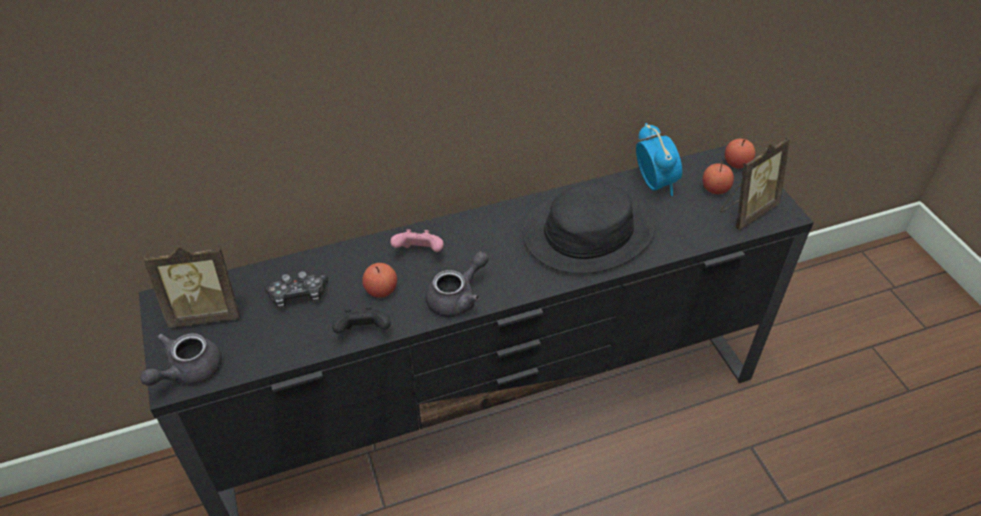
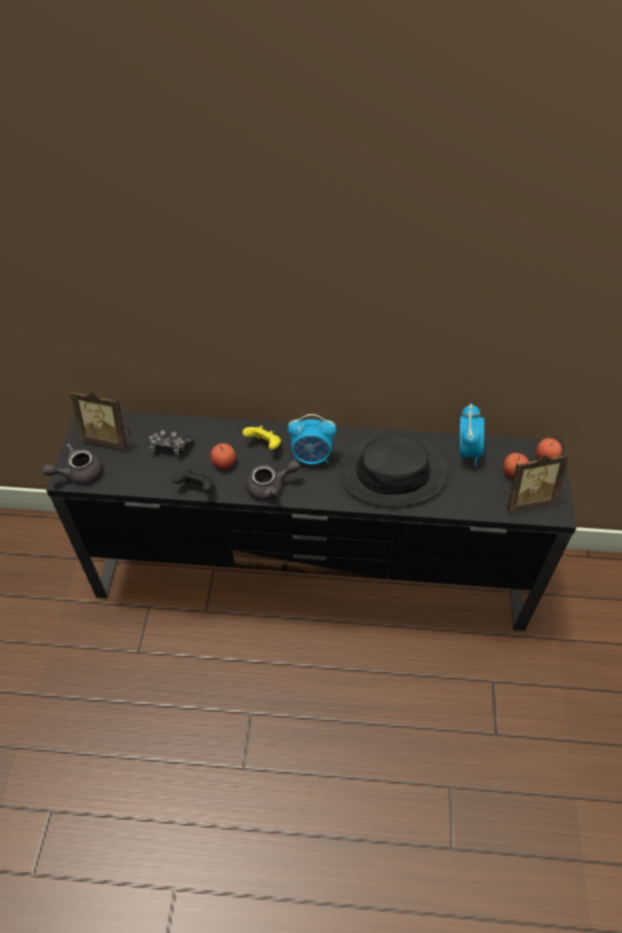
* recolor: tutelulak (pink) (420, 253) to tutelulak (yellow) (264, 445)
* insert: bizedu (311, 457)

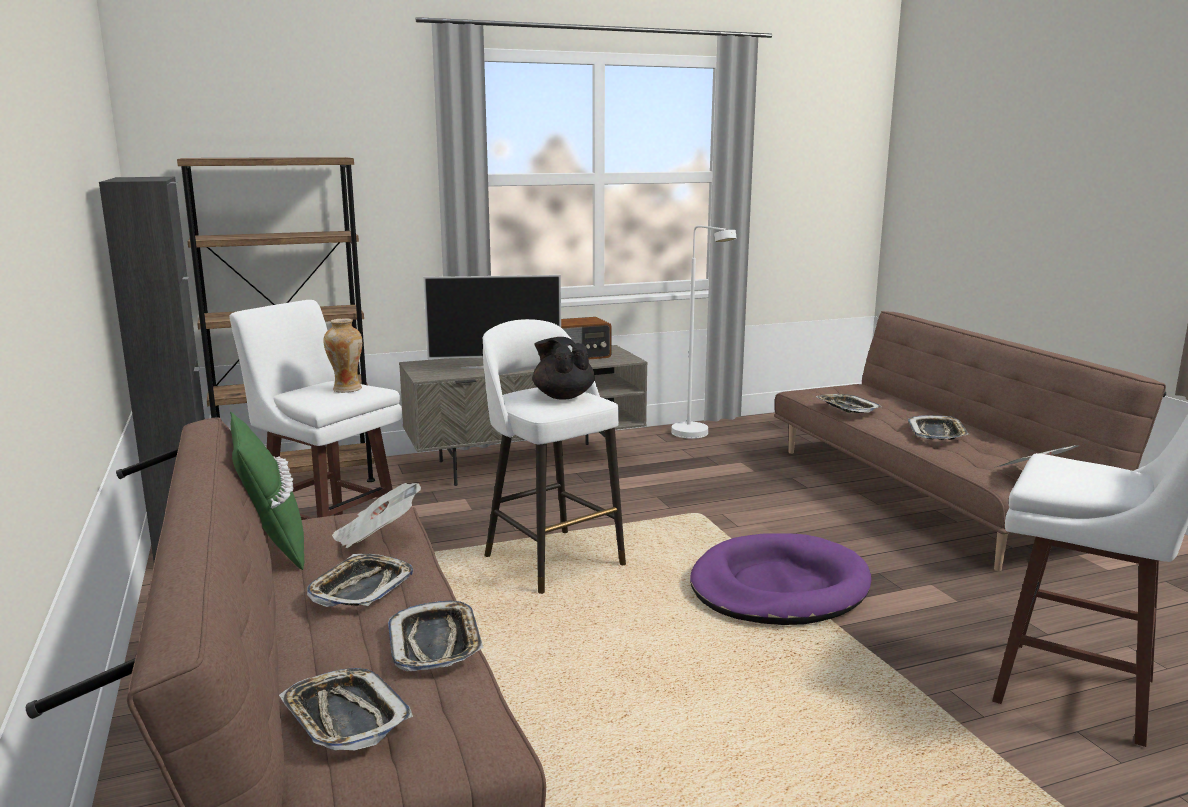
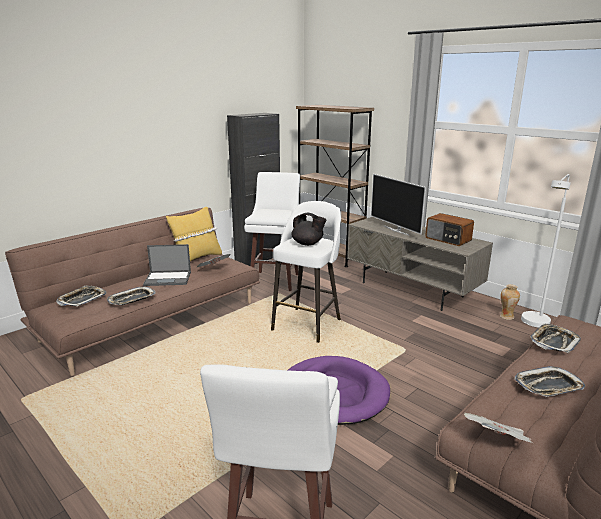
* recolor: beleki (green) (272, 546) to beleki (yellow) (197, 258)
* replace: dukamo (361, 588) to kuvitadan (168, 278)
* move: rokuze (347, 389) to (506, 317)
* rotate: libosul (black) (563, 396) = (308, 244) 90 degrees clockwise

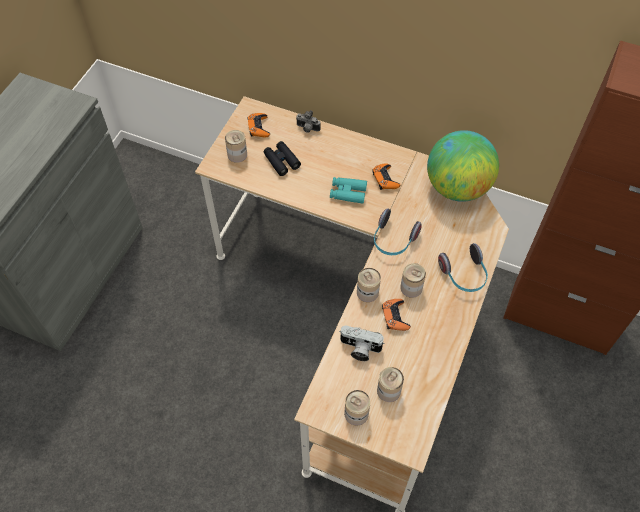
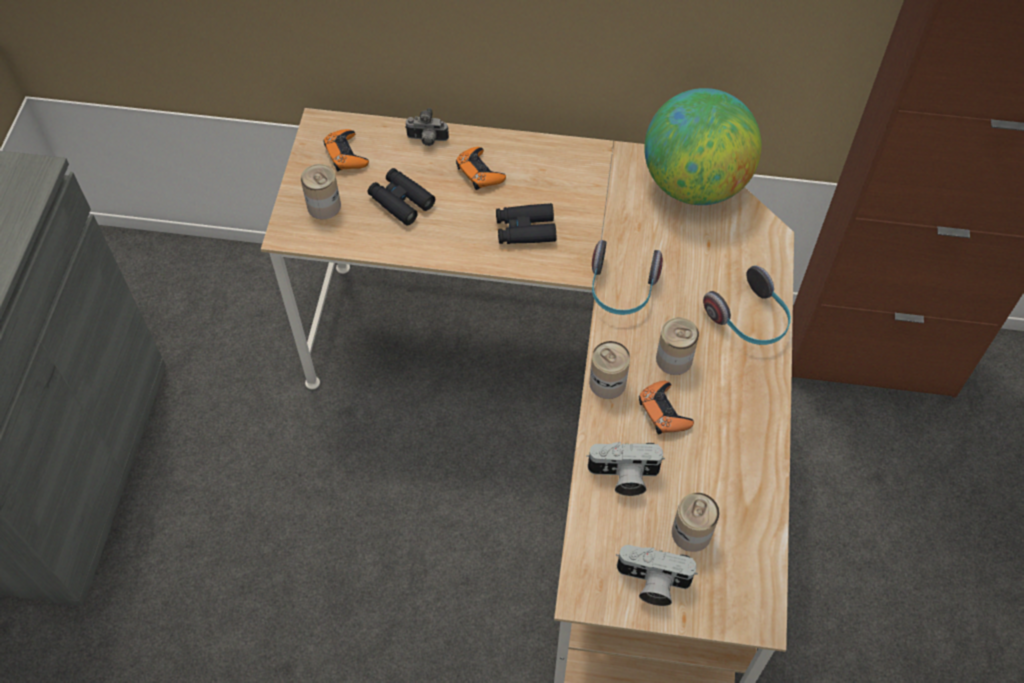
* recolor: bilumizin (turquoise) (348, 193) to bilumizin (black) (525, 229)
* replace: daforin (356, 413) to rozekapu (652, 583)
* move: tutelulak (orange) (385, 179) to (479, 172)

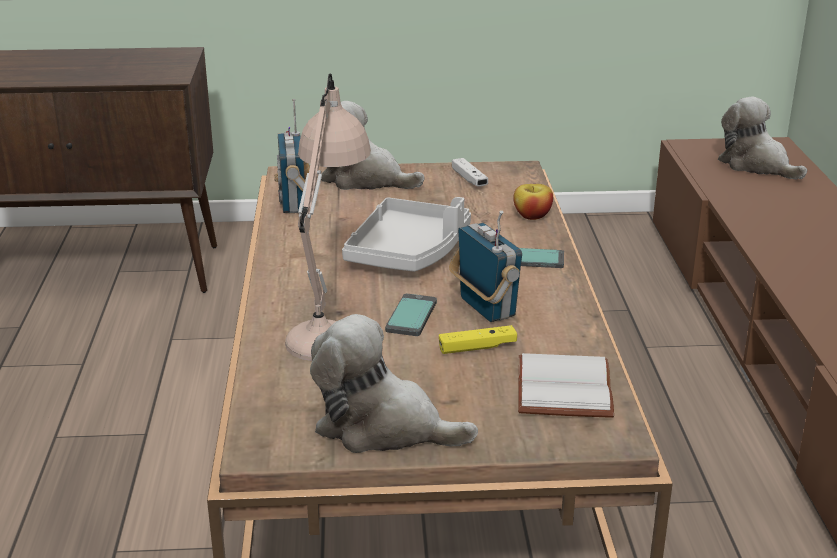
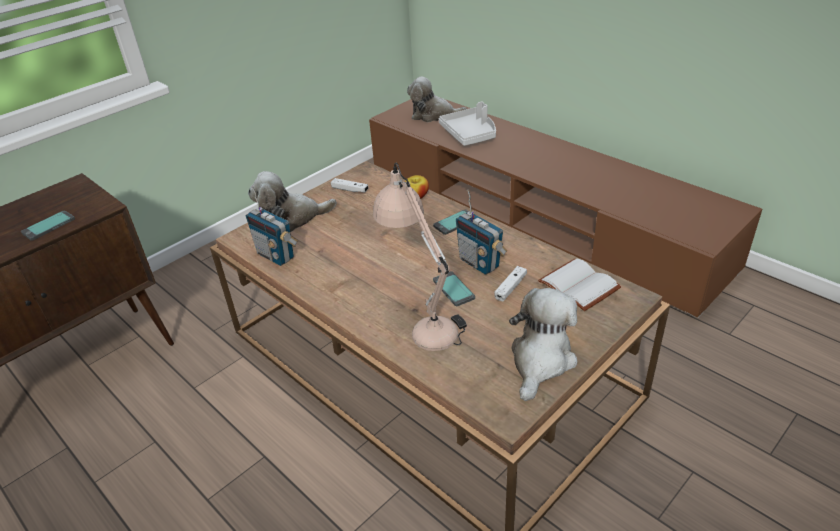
* rotate: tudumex (382, 427) = (541, 360) 135 degrees clockwise
* move: dukamo (grey) (409, 252) to (470, 134)
* recolor: tutelulak (yellow) (477, 347) to tutelulak (white) (510, 287)
* rotate: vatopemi (486, 308) = (479, 263) 150 degrees counterclockwise
* insert: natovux (49, 226)

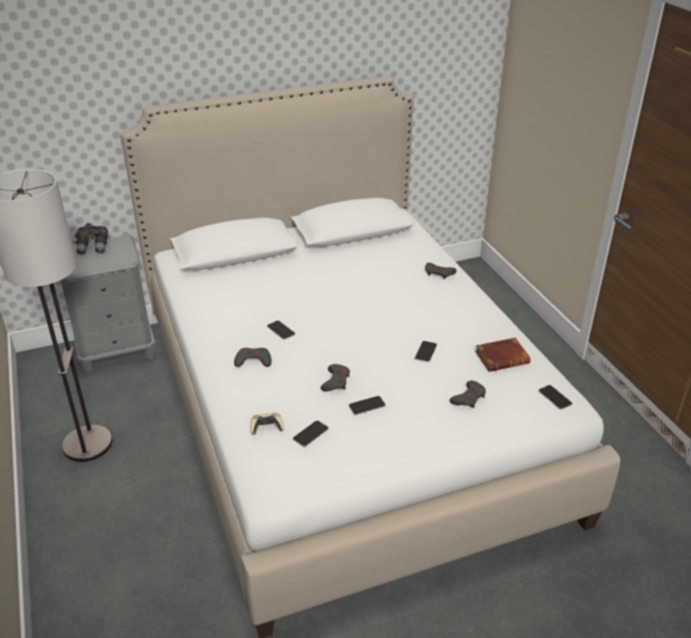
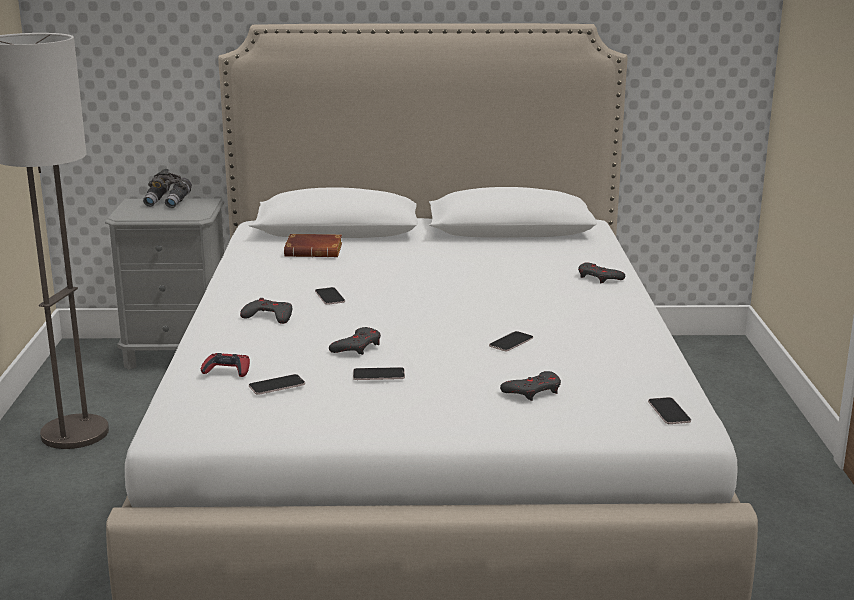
* recolor: tutelulak (beige) (266, 426) to tutelulak (red) (227, 370)
* move: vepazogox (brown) (502, 357) to (315, 251)

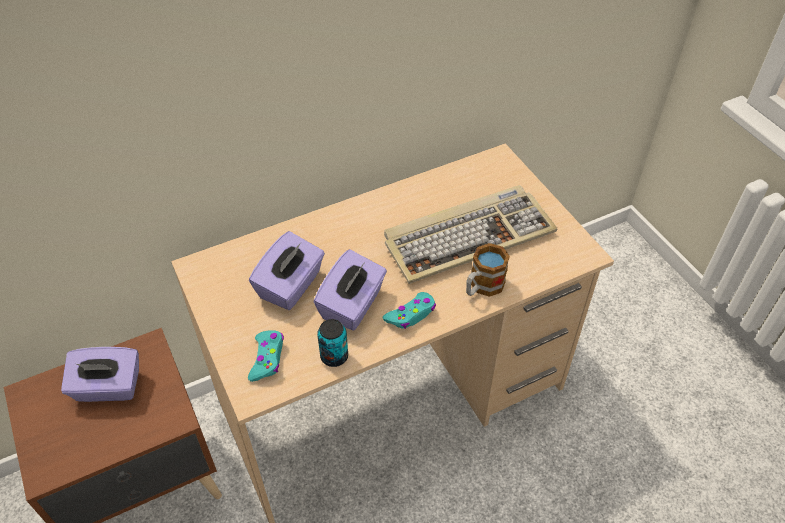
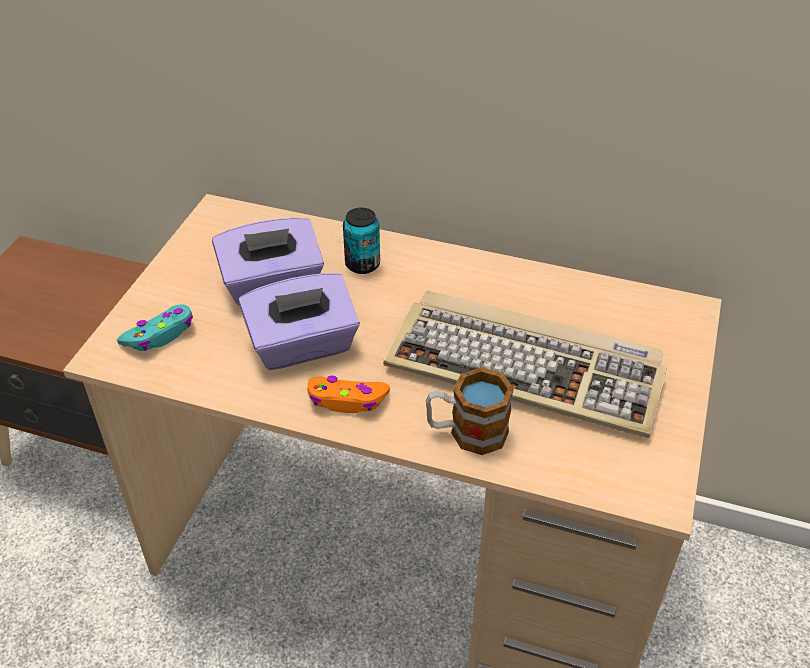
* delete: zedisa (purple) (108, 387)
* move: daforin (334, 356) to (362, 264)
* recolor: tutelulak (turquoise) (411, 315) to tutelulak (orange) (347, 400)

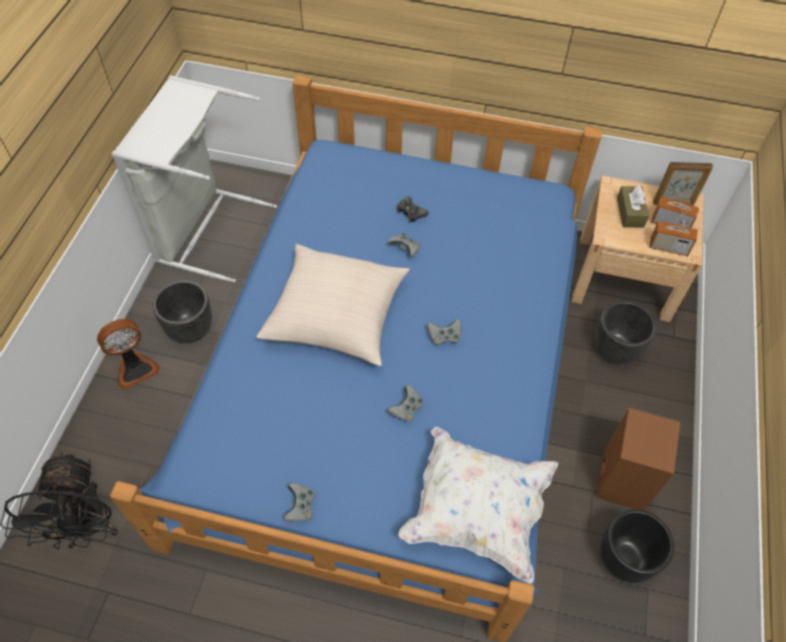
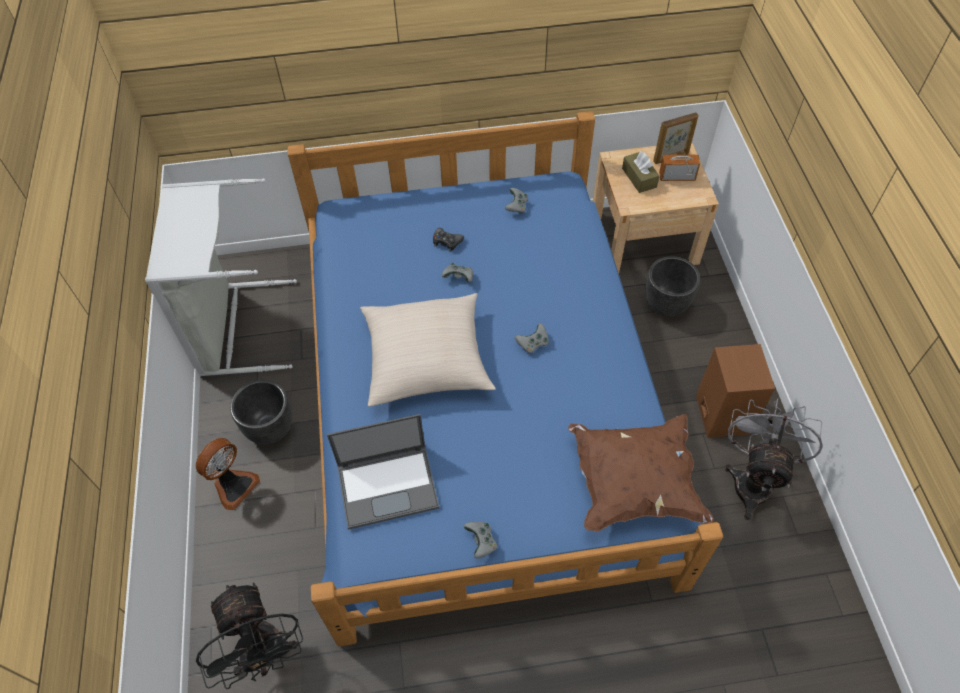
* move: tutelulak (grey) (406, 409) to (516, 207)
* recolor: beleki (white) (476, 511) to beleki (brown) (634, 483)
* replace: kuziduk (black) (623, 559) to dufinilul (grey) (753, 479)
* delete: vatopemi (668, 247)
* insert: kuvitadan (389, 485)

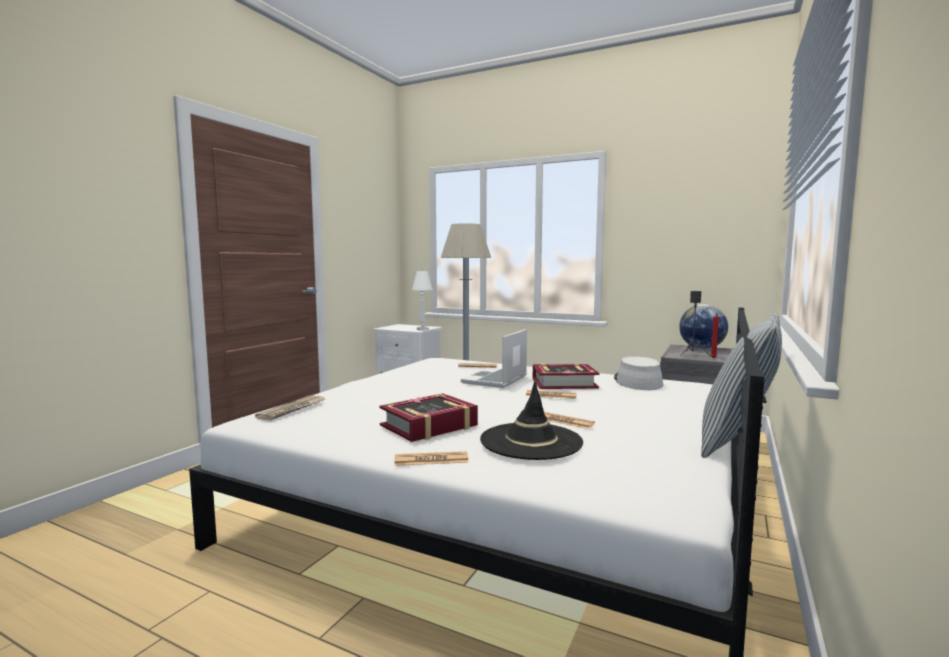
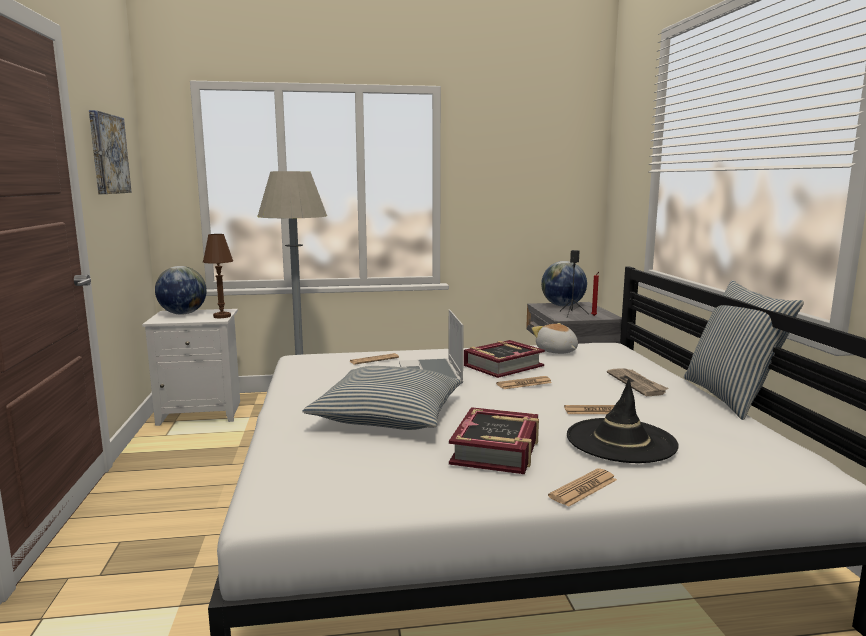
* move: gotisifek (292, 409) to (637, 384)
* recolor: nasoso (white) (422, 329) to nasoso (brown) (222, 316)
* replace: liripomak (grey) (637, 382) to tudumex (556, 351)
* insert: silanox (107, 154)
* insert: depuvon (183, 313)
* insert: beleki (388, 414)

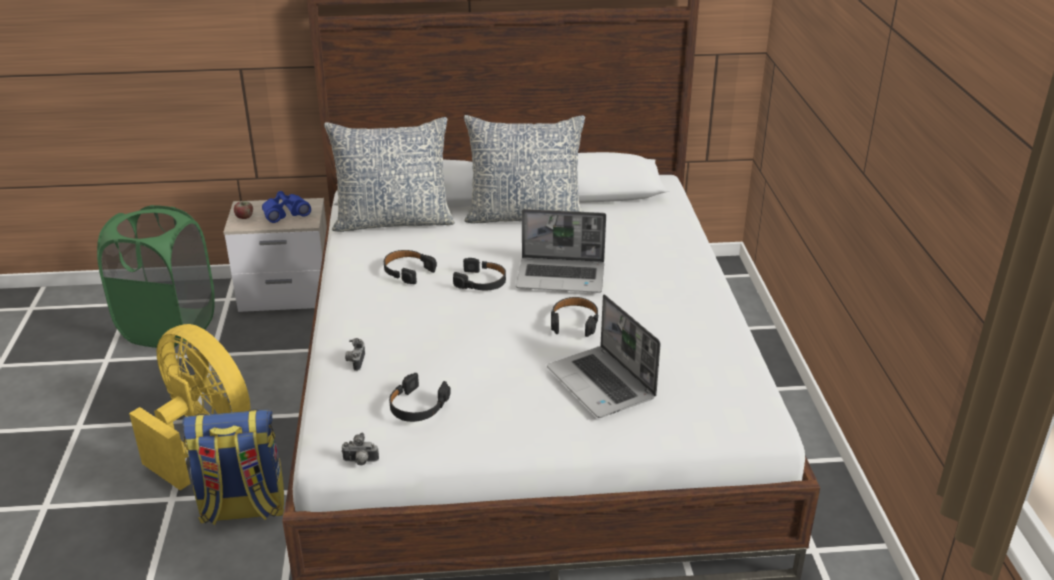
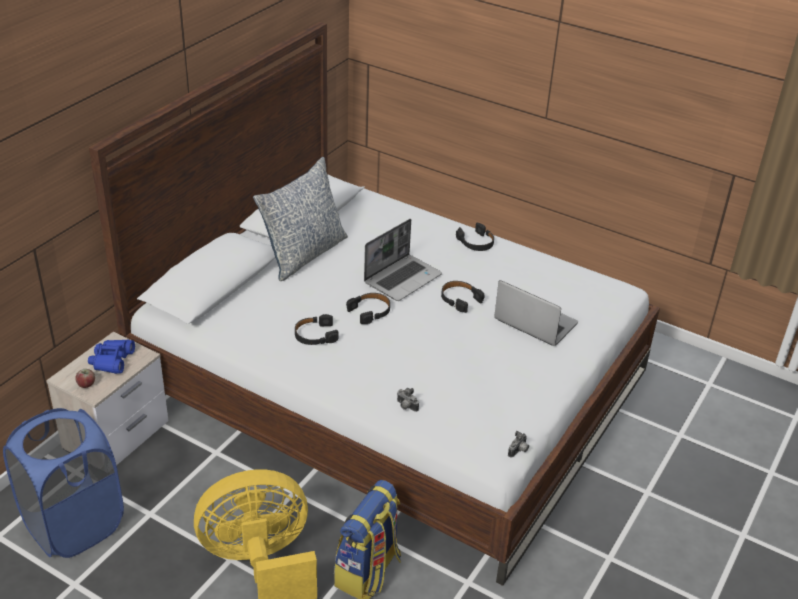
* recolor: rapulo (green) (169, 328) to rapulo (blue) (74, 525)
* delete: beleki (393, 221)
* move: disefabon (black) (417, 406) to (476, 242)
* rotate: kuvitadan (602, 384) = (534, 322) 150 degrees counterclockwise

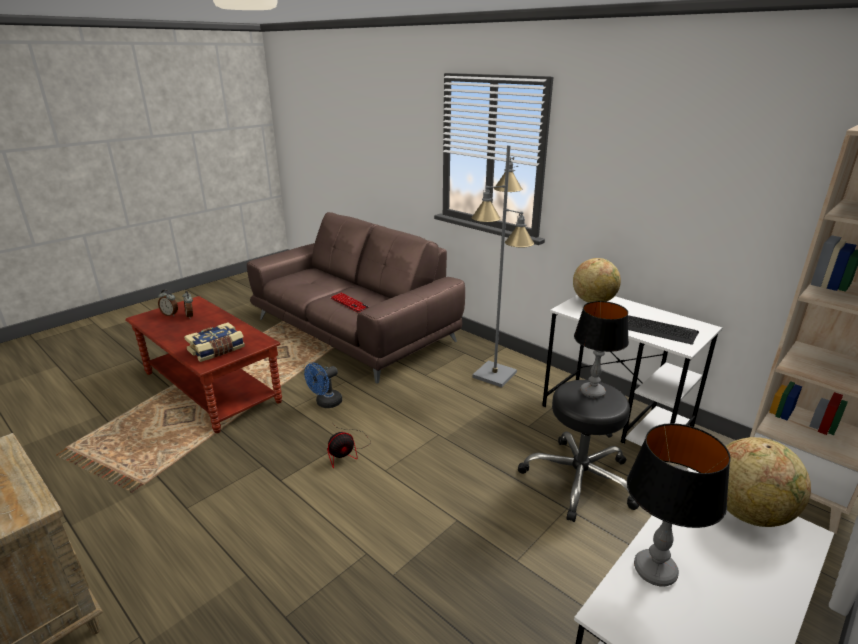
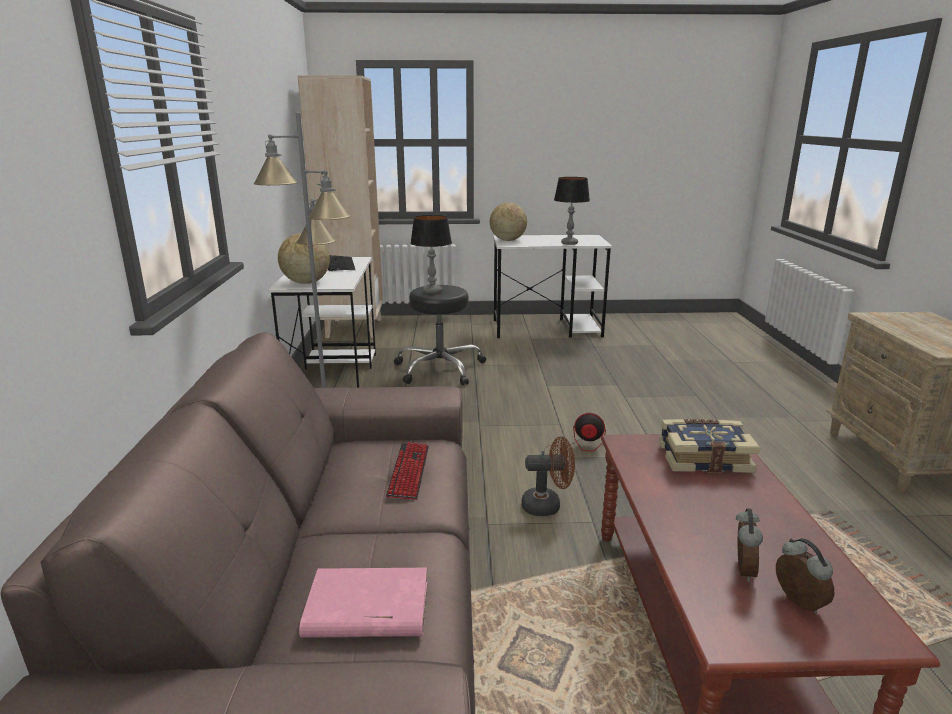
* recolor: dufinilul (blue) (325, 403) to dufinilul (brown) (547, 505)
* insert: vepazogox (pink) (366, 609)

